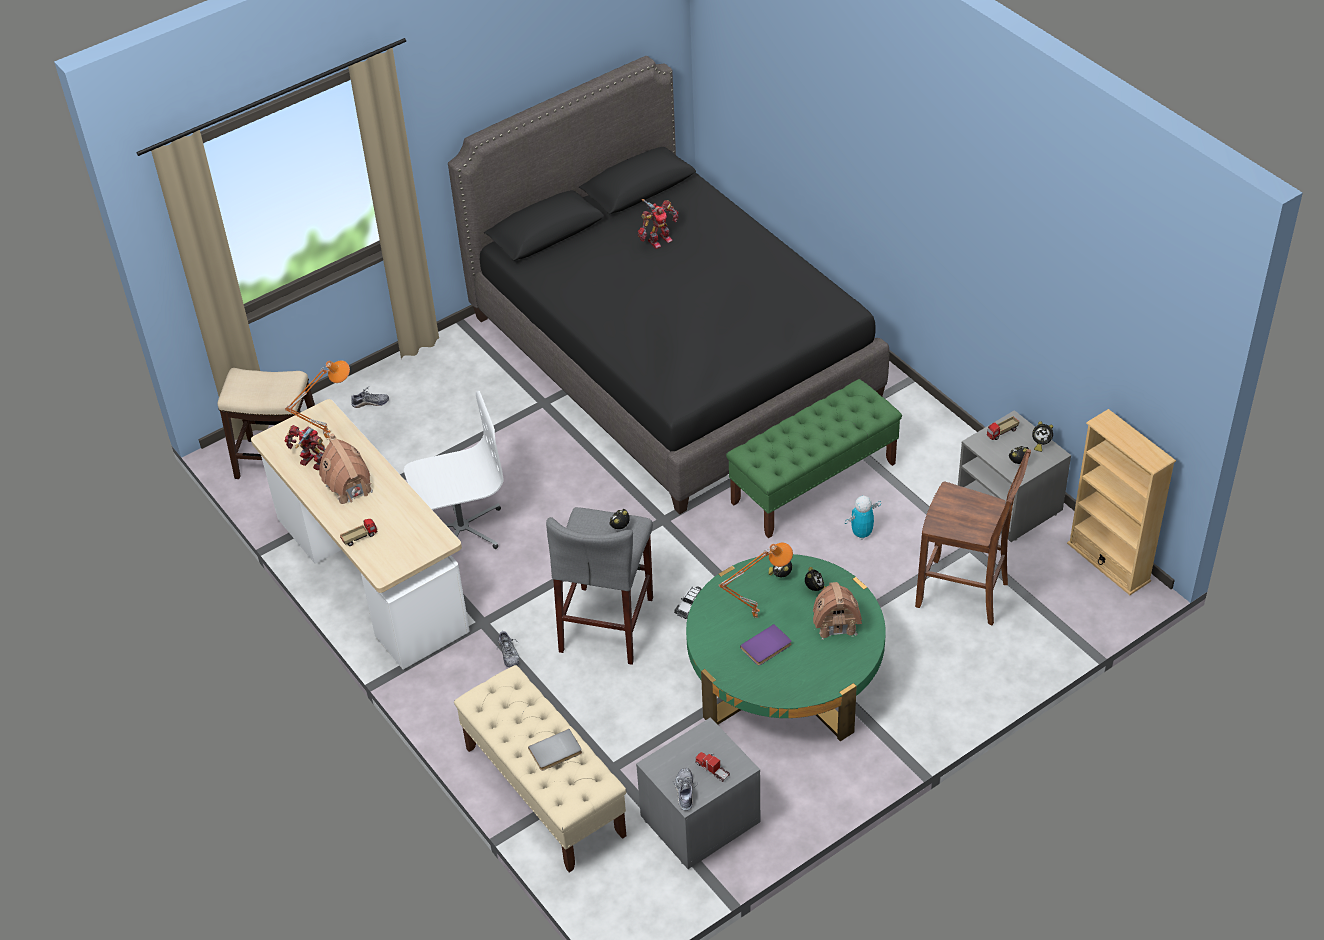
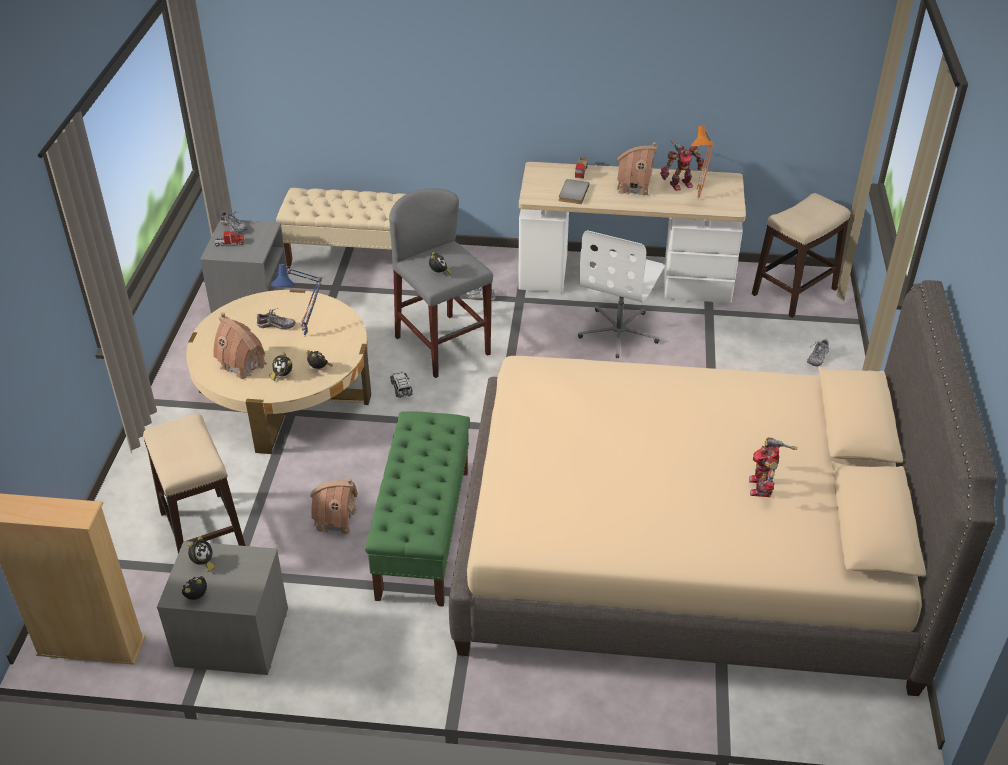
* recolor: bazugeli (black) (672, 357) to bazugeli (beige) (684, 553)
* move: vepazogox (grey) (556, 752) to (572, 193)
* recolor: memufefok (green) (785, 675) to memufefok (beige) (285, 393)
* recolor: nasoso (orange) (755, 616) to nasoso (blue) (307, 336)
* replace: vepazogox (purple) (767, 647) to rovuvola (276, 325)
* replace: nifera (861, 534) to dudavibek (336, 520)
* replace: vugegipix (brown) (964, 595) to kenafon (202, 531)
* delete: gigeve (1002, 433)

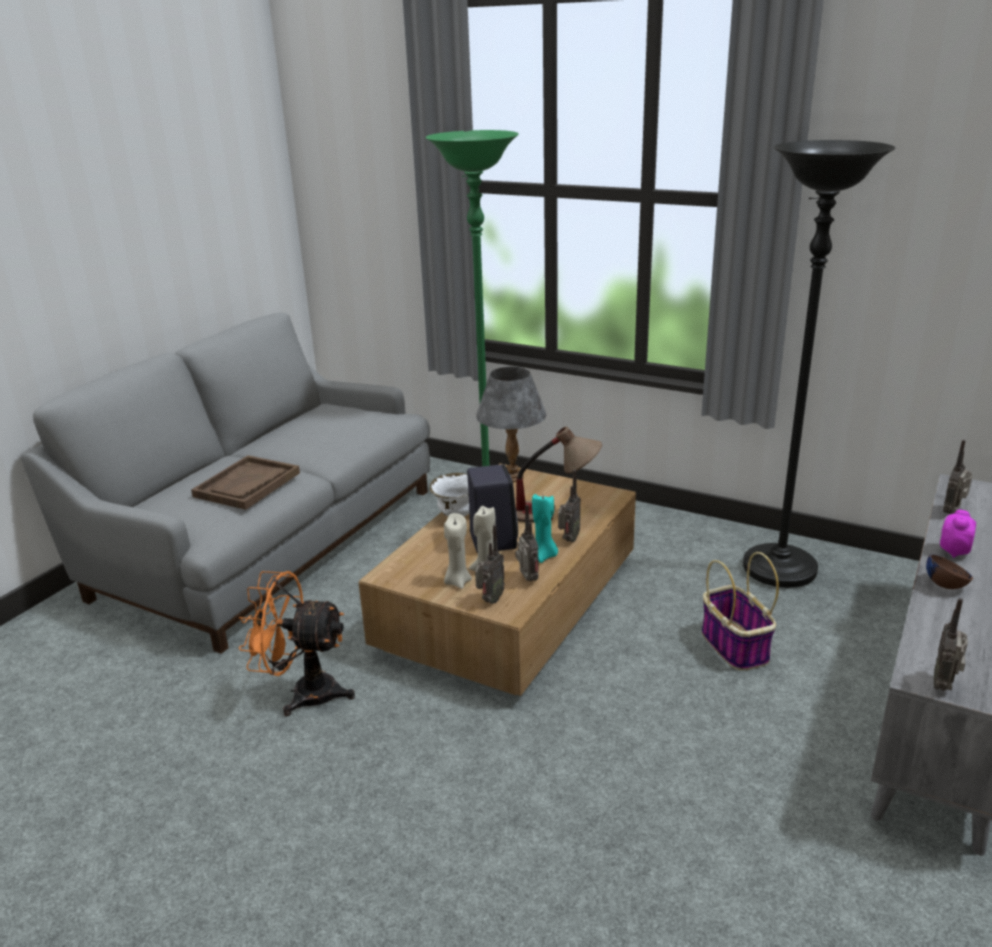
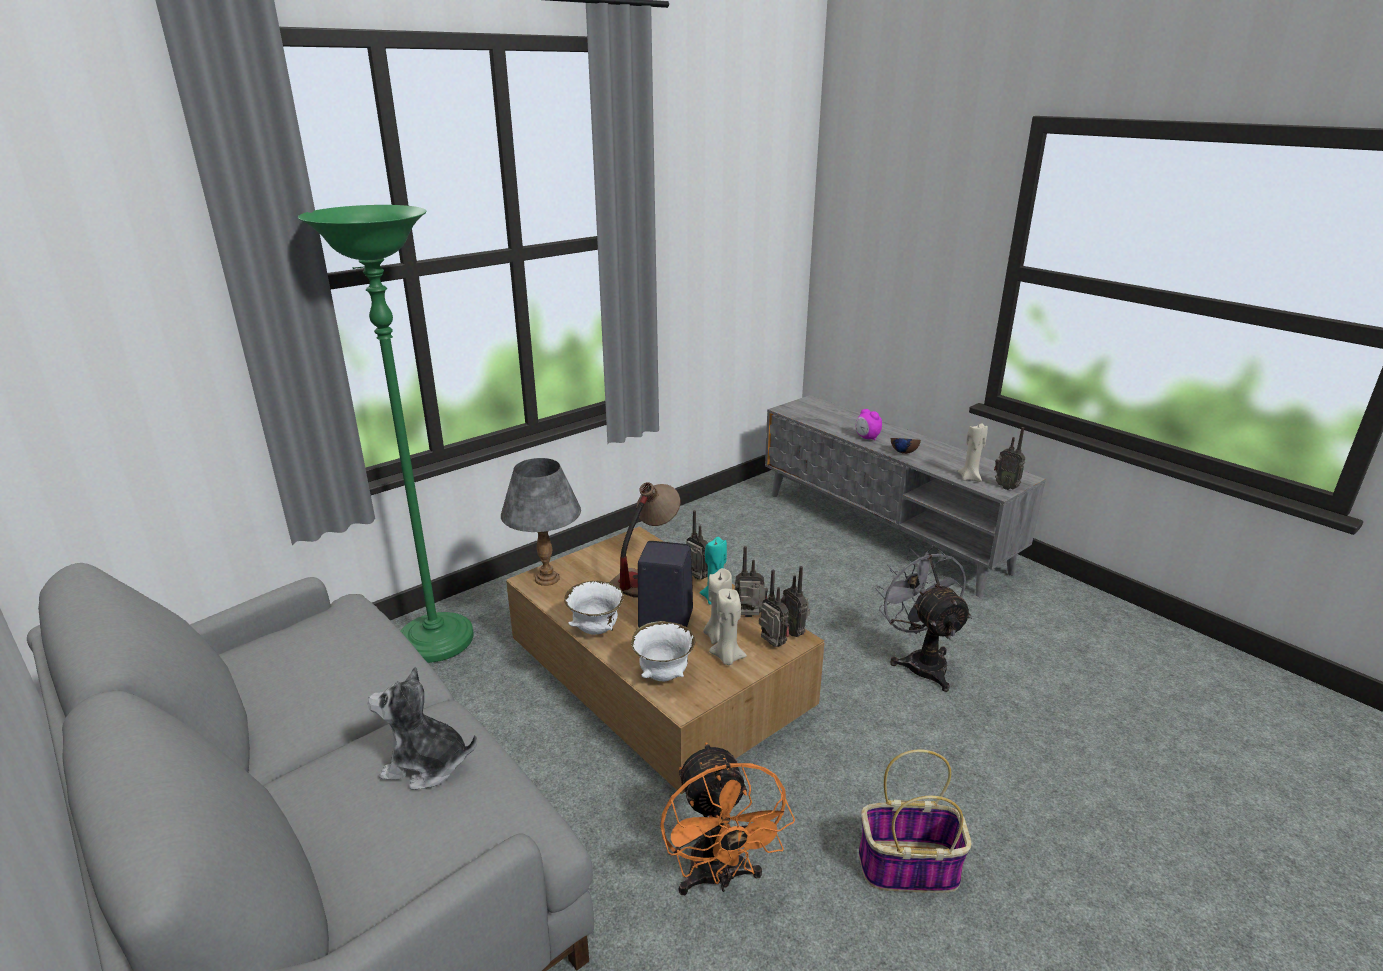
* replace: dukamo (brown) (247, 485) to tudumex (426, 764)
* rotate: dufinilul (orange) (304, 692) = (719, 878) 45 degrees counterclockwise
* move: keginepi (733, 645) to (907, 868)
* delete: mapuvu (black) (779, 570)
* move: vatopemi (953, 512) to (794, 631)
* insert: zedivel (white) (664, 675)
* insert: dufinilul (grey) (920, 661)
* insert: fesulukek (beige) (970, 478)

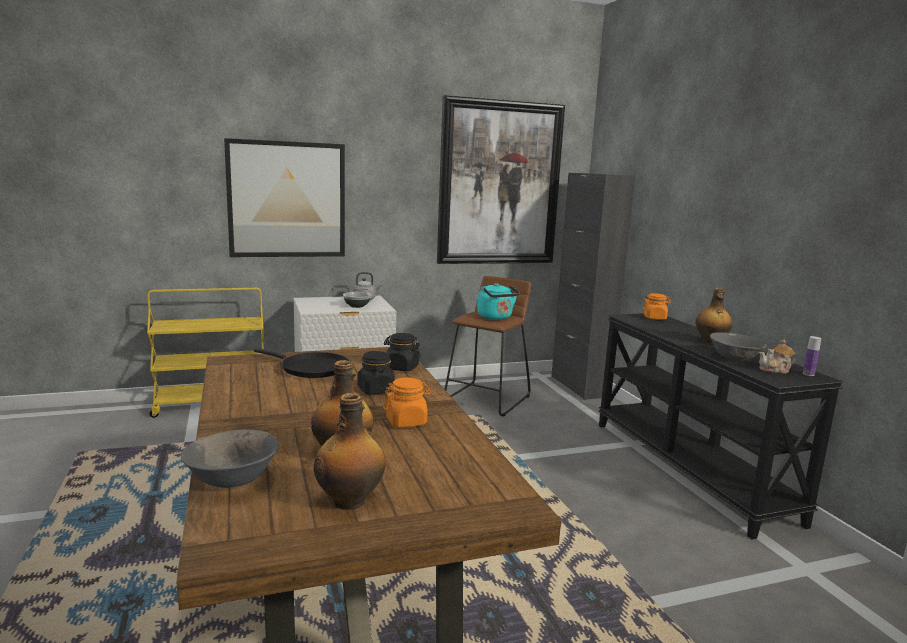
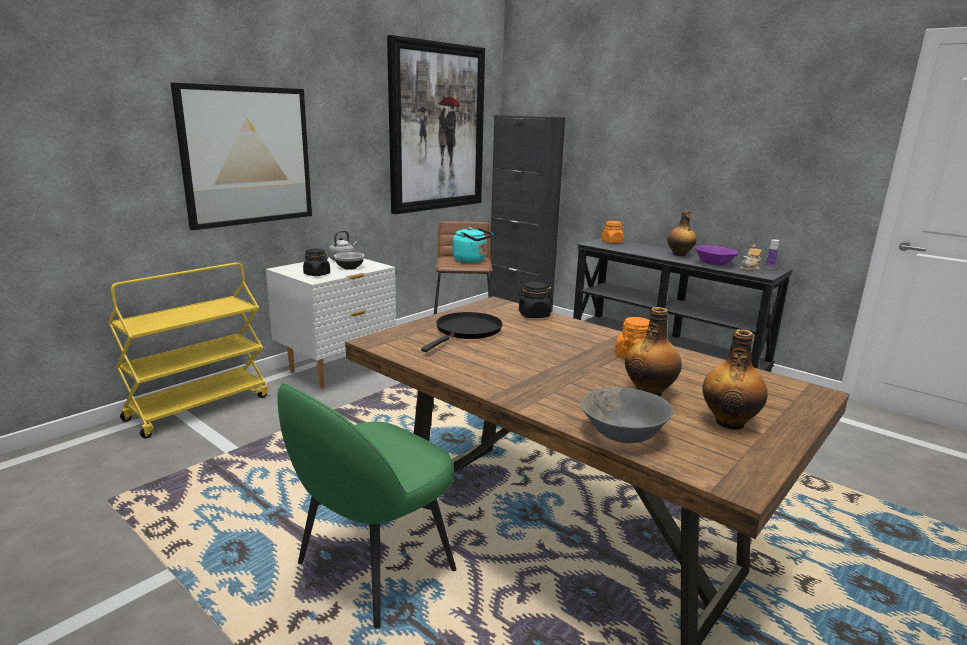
* rotate: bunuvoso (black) (311, 368) = (466, 331) 60 degrees counterclockwise
* move: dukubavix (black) (376, 390) to (317, 274)
* recolor: zedivel (grey) (733, 357) to zedivel (purple) (713, 264)
* insert: vugegipix (green) (372, 569)

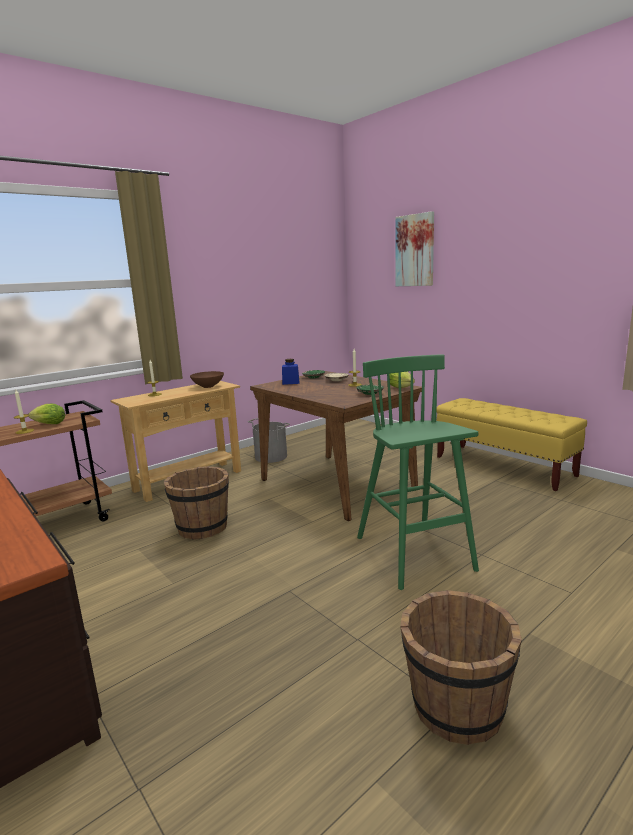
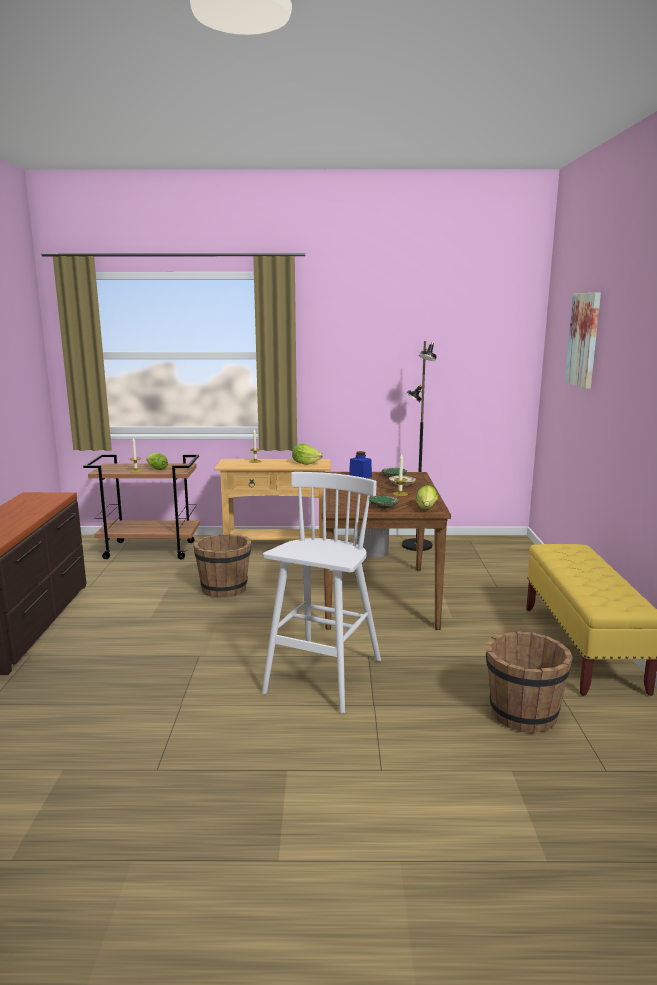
* replace: zedivel (brown) (208, 386) to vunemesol (305, 463)
* recolor: kenafon (green) (415, 554) to kenafon (white) (322, 677)
* move: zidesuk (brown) (456, 707) to (522, 714)
* insert: mapuvu (black) (416, 545)

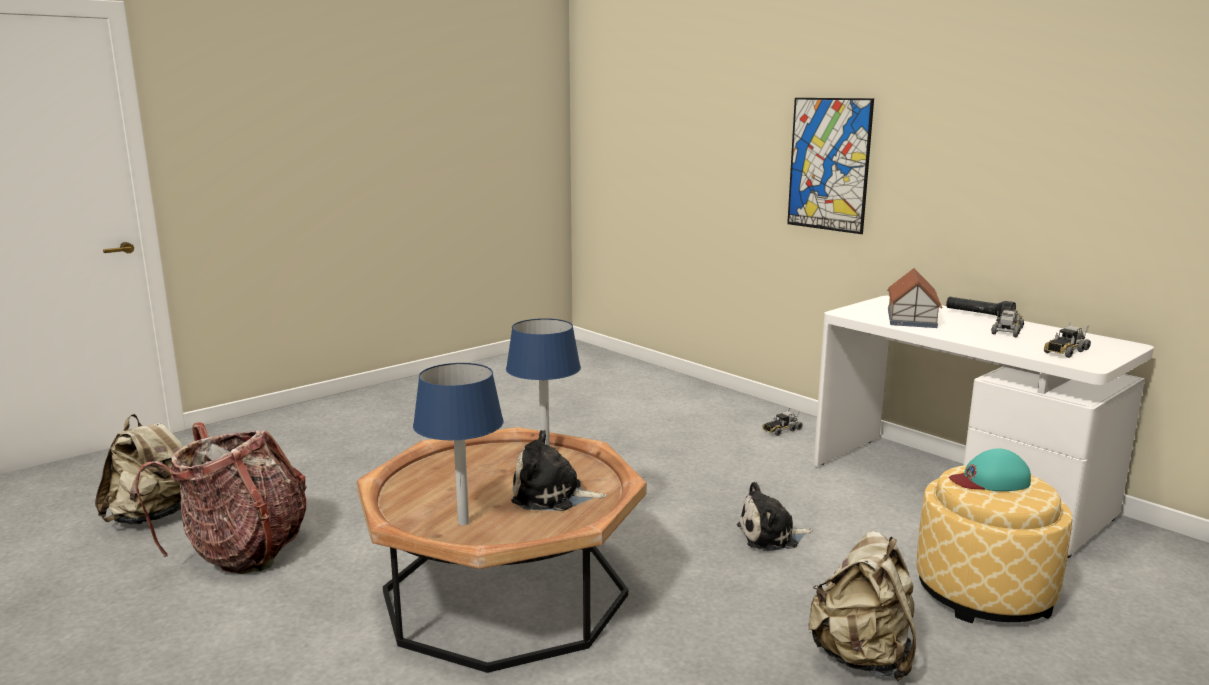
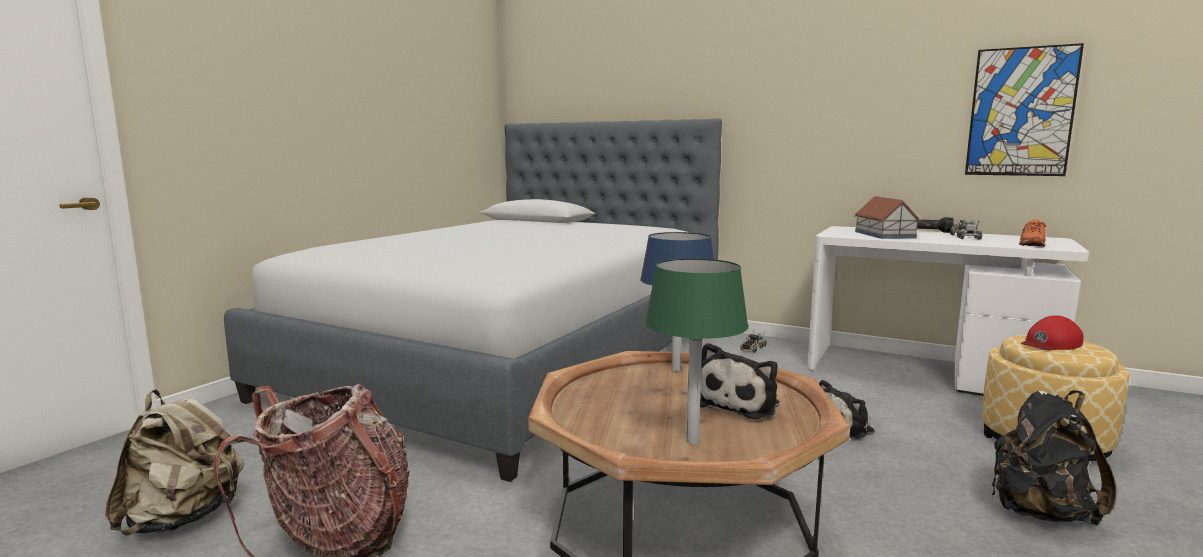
* recolor: nasoso (blue) (463, 522) to nasoso (green) (693, 441)
* rotate: tudumex (552, 496) = (740, 404) 45 degrees counterclockwise
* move: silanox (829, 164) to (1021, 112)
* recolor: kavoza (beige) (862, 658) to kavoza (black) (1039, 512)
* recolor: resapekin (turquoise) (990, 480) to resapekin (red) (1050, 343)
* replace: gigeve (1065, 352) to rovuvola (orange) (1031, 244)
* insert: bazugeli (514, 361)

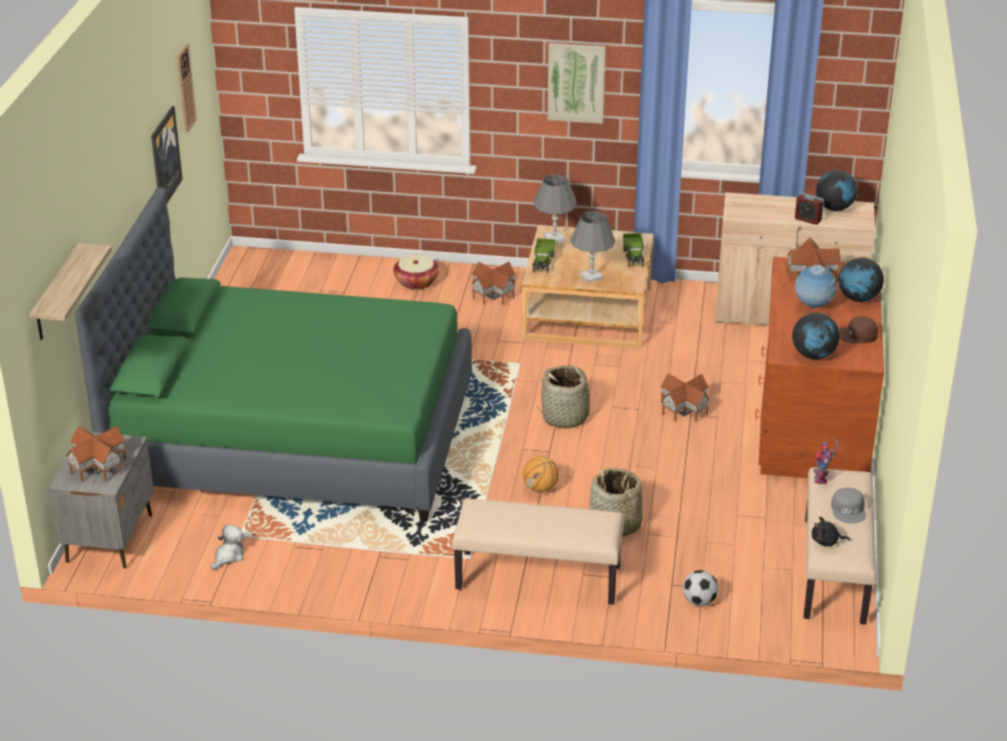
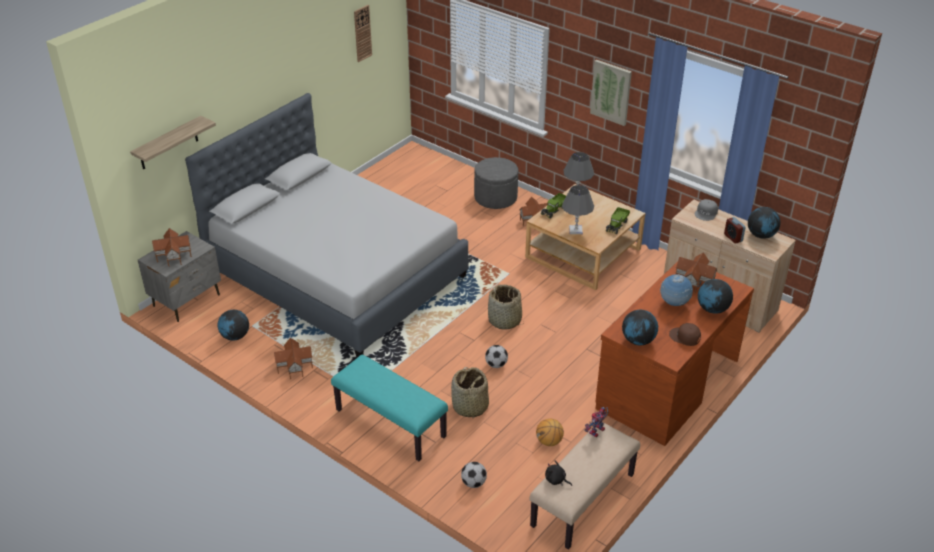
* recolor: bazugeli (green) (293, 436) to bazugeli (grey) (337, 273)
* delete: silanox (164, 158)
* replace: tudumex (228, 556) to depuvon (235, 336)
* replace: keginepi (416, 282) to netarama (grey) (495, 197)
* recolor: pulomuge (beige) (537, 578) to pulomuge (turquoise) (389, 423)
* move: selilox (540, 488) to (549, 441)
* move: dudavibek (683, 409) to (294, 366)
* move: resapekin (grey) (849, 510) to (706, 213)
* insert: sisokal (496, 365)

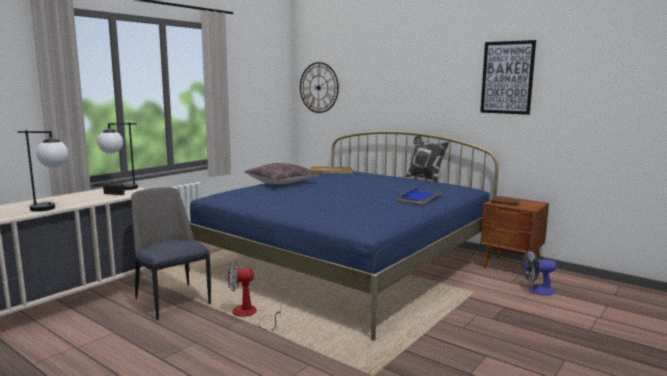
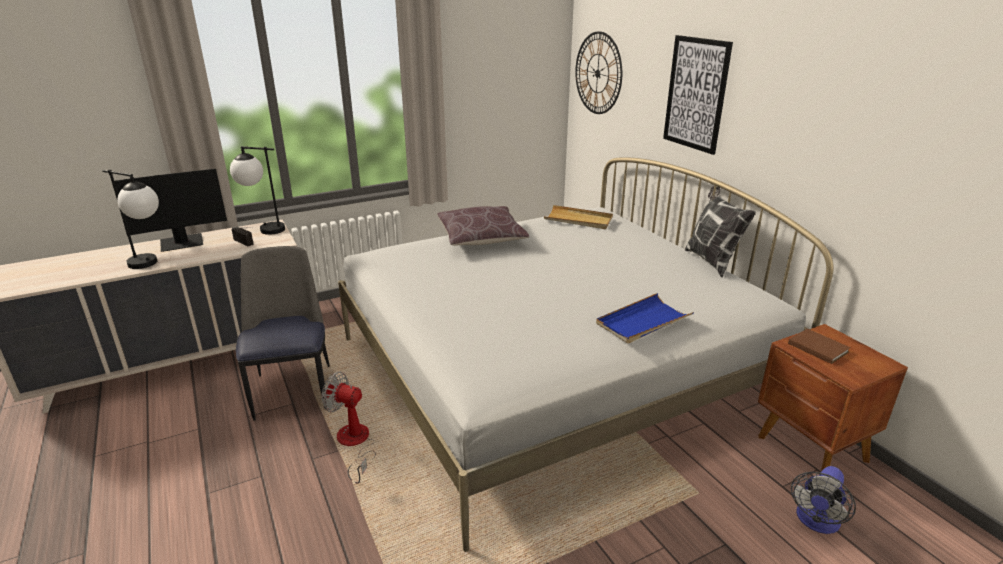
* recolor: bazugeli (blue) (347, 263) to bazugeli (white) (552, 372)
* move: silanox (507, 77) to (696, 94)
* rotate: dufinilul (537, 290) = (816, 522) 75 degrees counterclockwise
* insert: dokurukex (182, 243)

